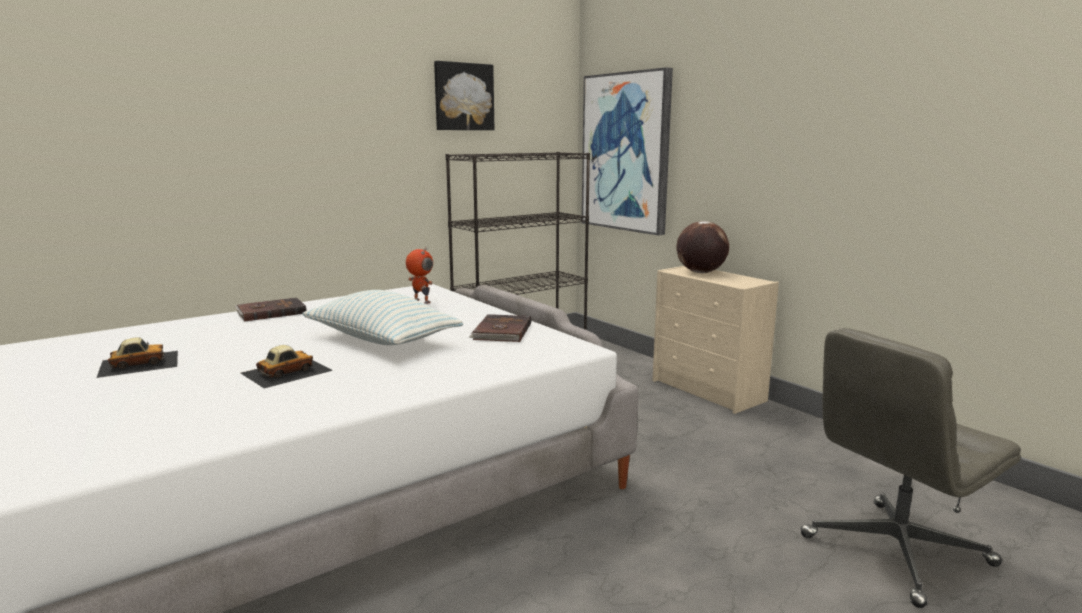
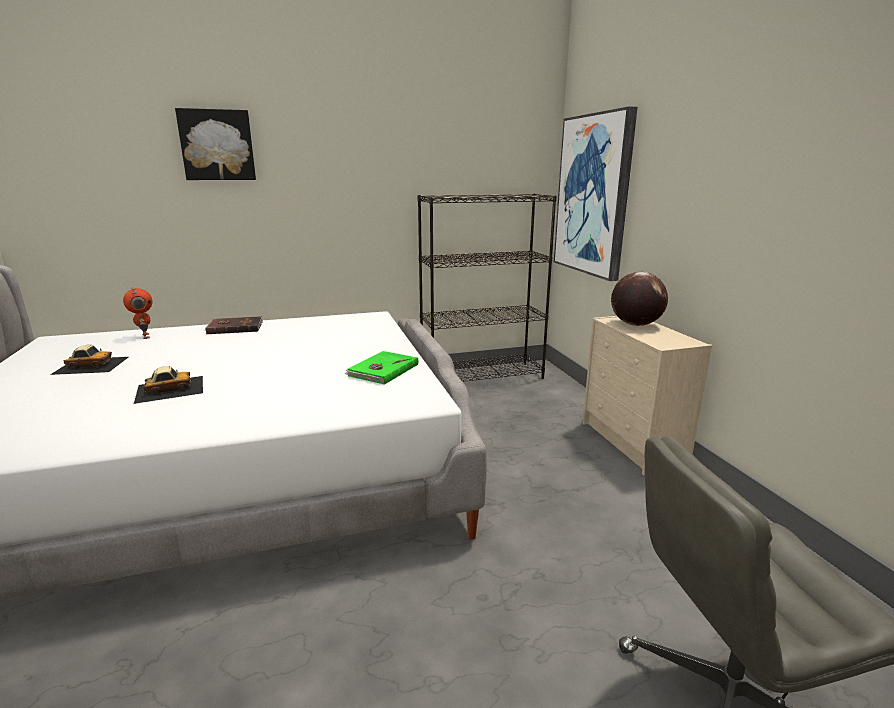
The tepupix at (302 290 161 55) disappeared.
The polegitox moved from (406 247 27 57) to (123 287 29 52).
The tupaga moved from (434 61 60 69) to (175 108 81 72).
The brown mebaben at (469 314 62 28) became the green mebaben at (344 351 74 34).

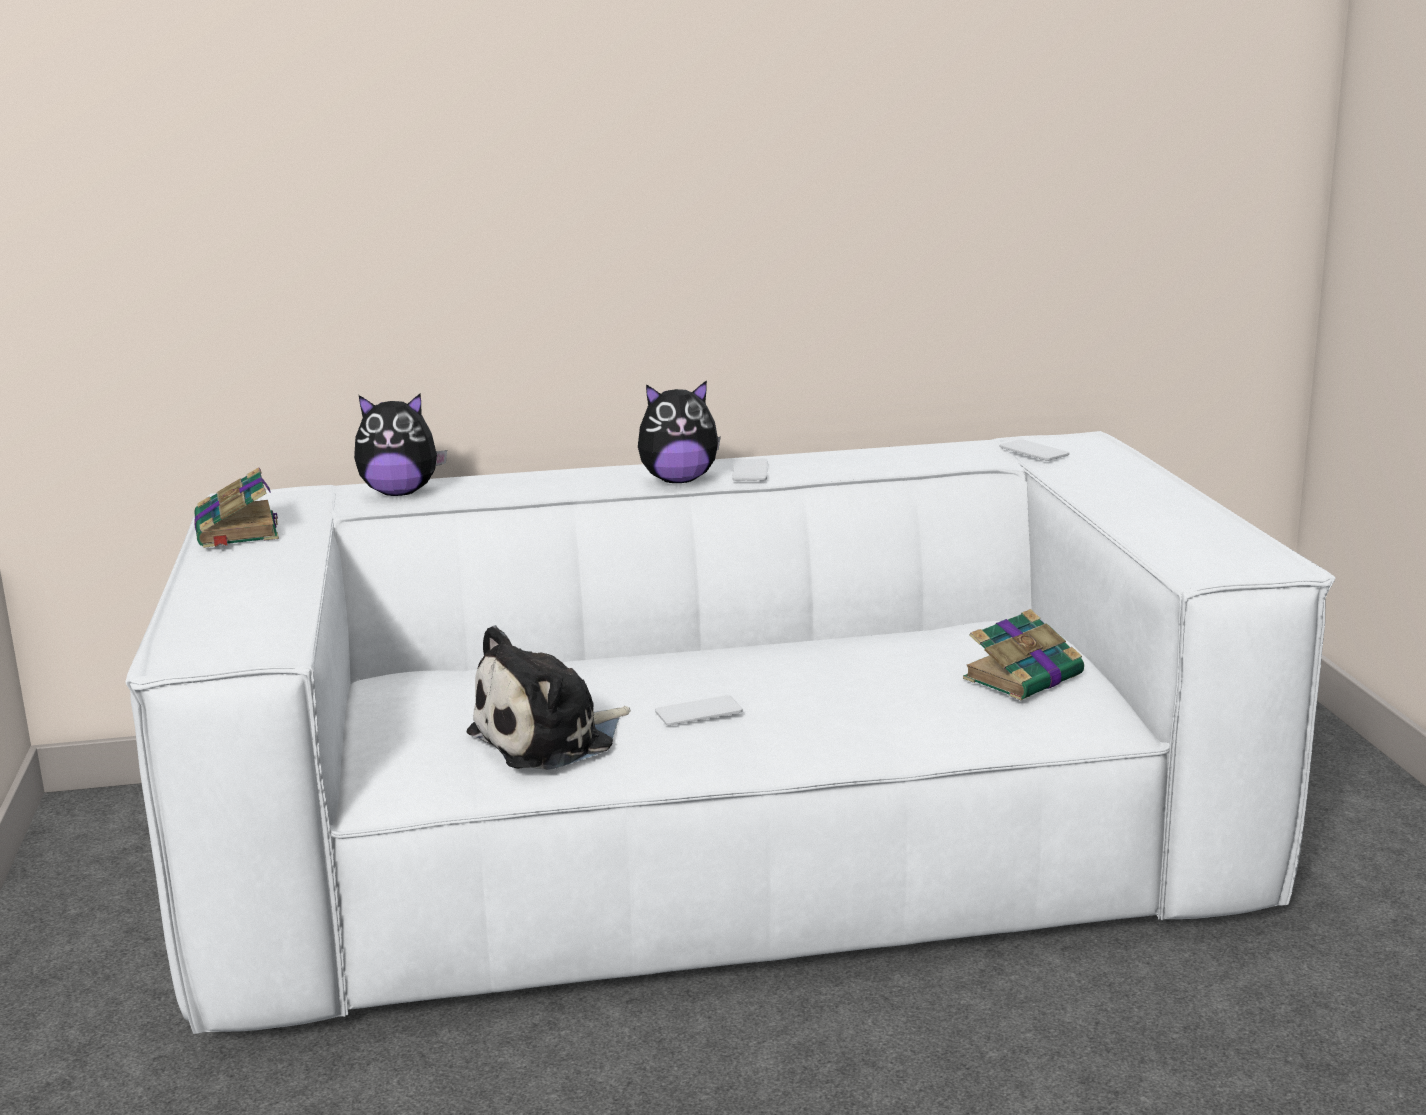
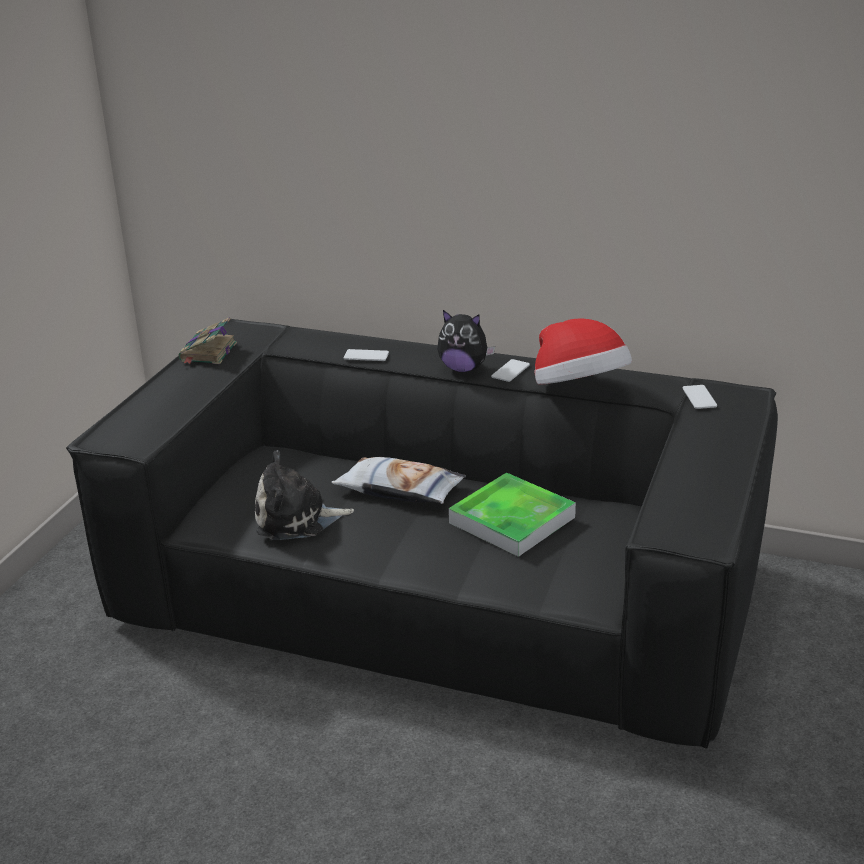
The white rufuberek at (125 431 1211 603) became the black rufuberek at (66 319 712 429).
The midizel at (354 394 93 102) disappeared.
The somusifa moved from (655 695 88 31) to (344 349 45 12).
The mebaben at (963 609 121 91) disappeared.
The tepupix at (331 457 135 47) appeared.
The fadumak at (449 472 127 85) appeared.
The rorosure at (534 319 98 66) appeared.

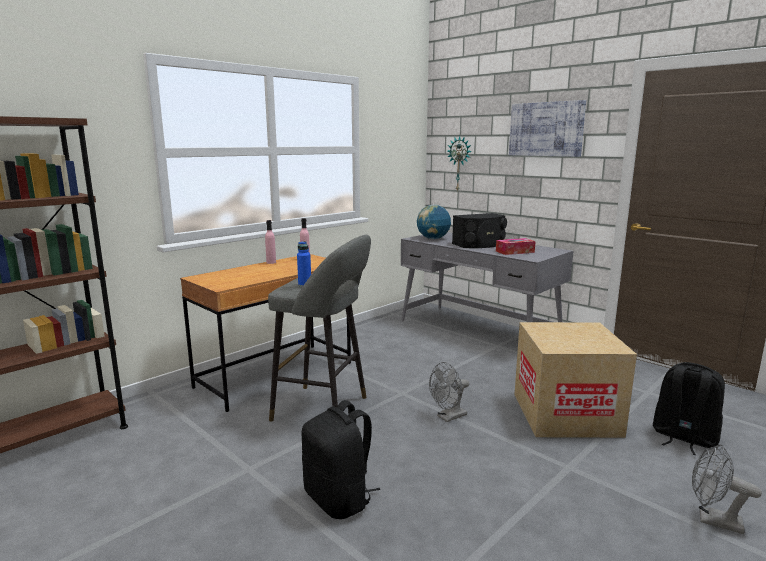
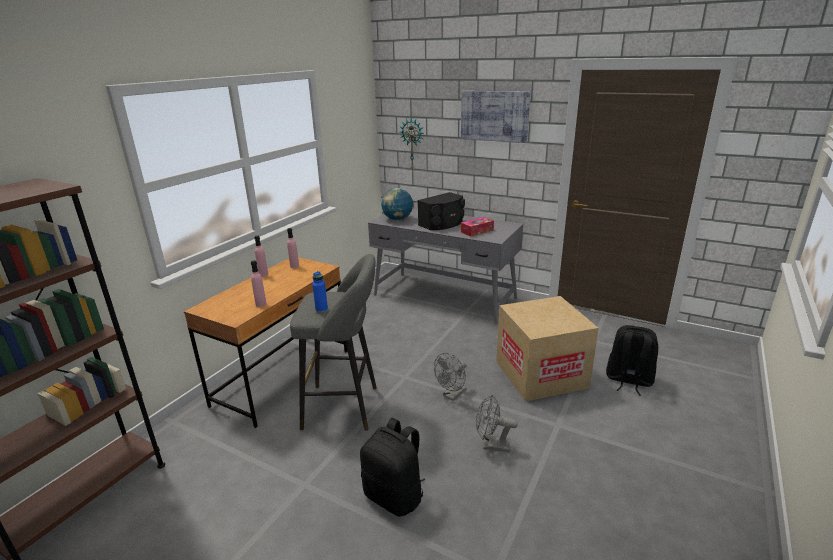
The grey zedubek moved from (692 444 70 90) to (476 395 42 57).
The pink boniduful at (251 260 15 47) appeared.

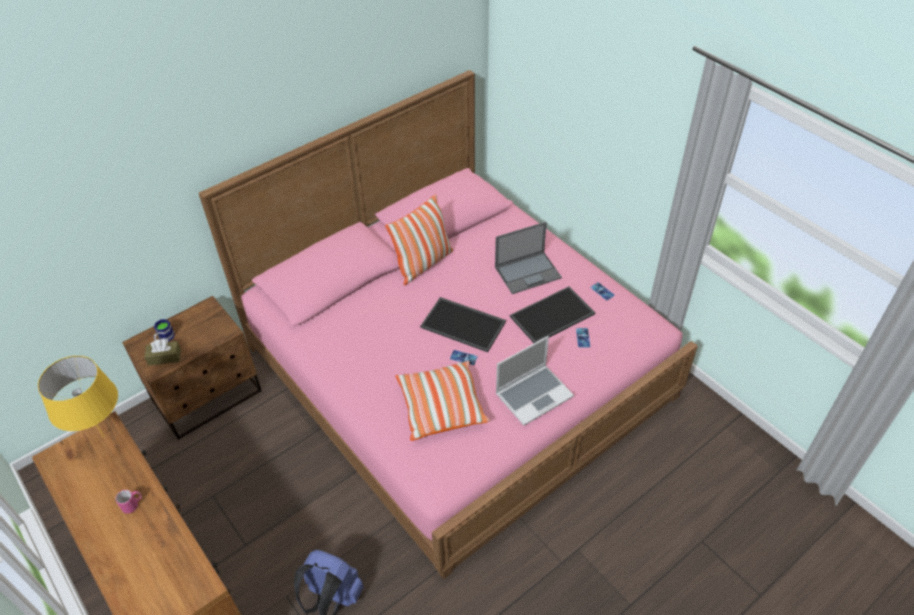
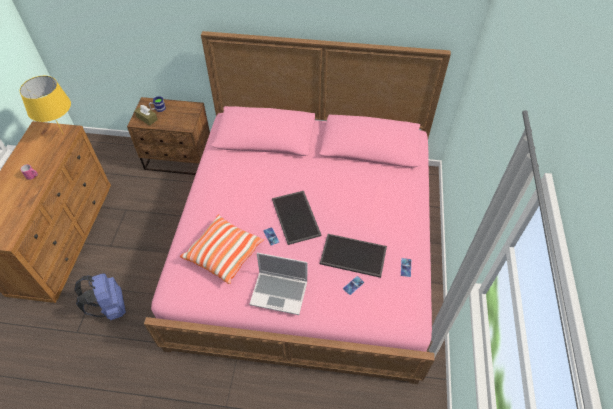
The tepupix at (385 194 69 91) disappeared.
The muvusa at (495 222 67 72) disappeared.

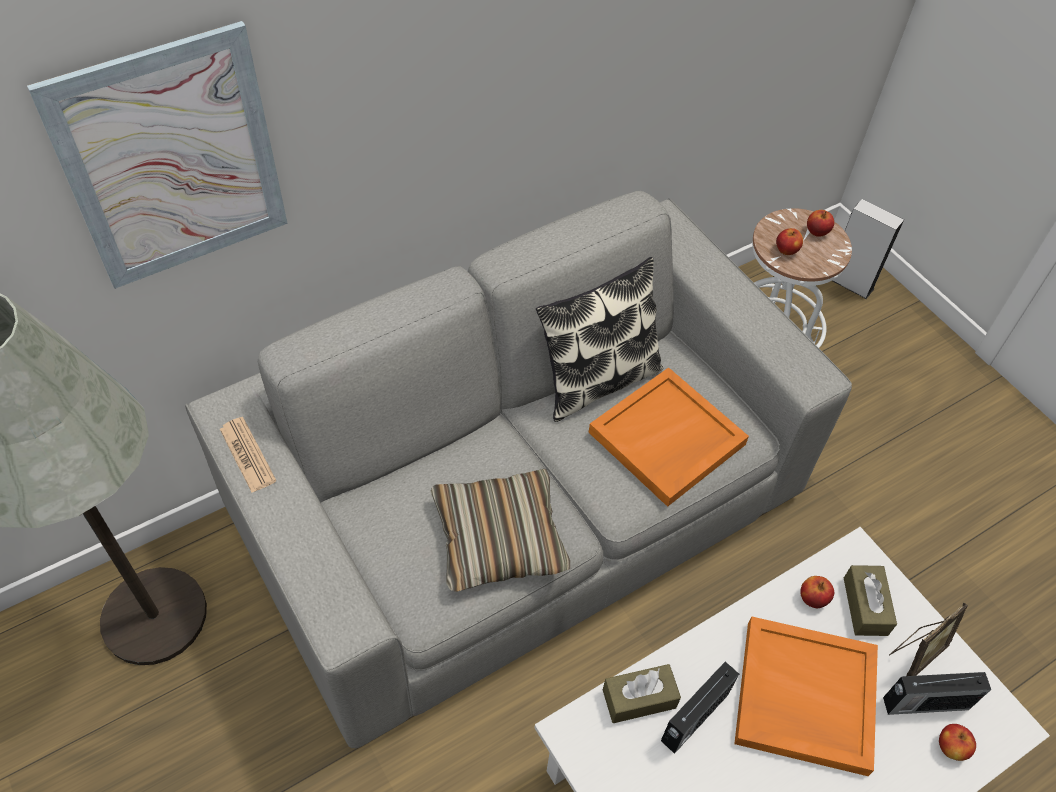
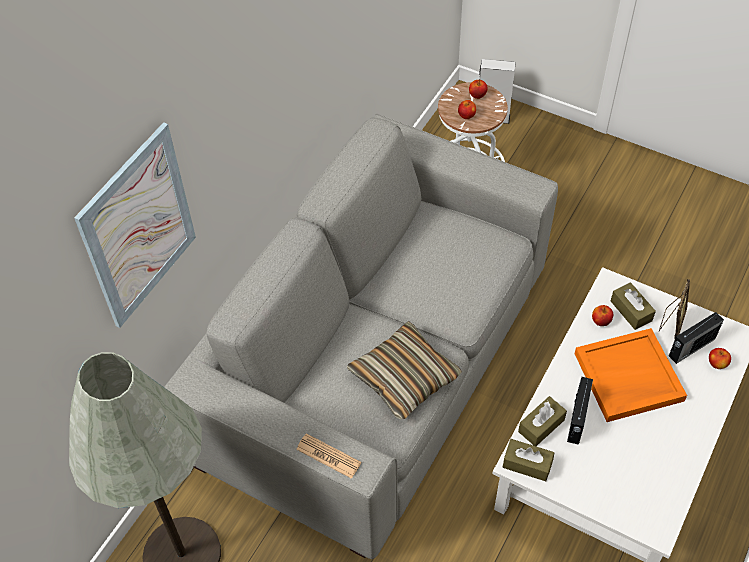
The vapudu moved from (220 417 57 76) to (296 433 65 46).
The tepupix at (536 257 127 165) disappeared.
The orange fadumak at (588 367 161 140) disappeared.
The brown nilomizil at (503 439 51 42) appeared.

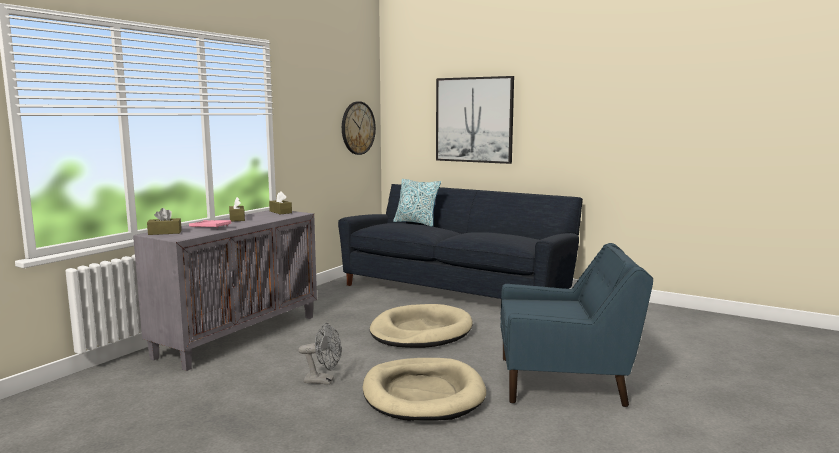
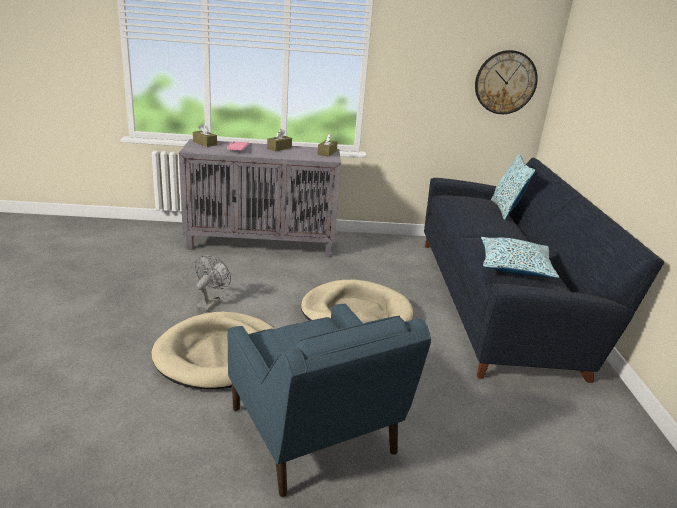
The grey zedubek at (298 323 43 62) turned 135 degrees counterclockwise.
The tupaga at (436 76 78 88) disappeared.
The tepupix at (481 237 78 41) appeared.

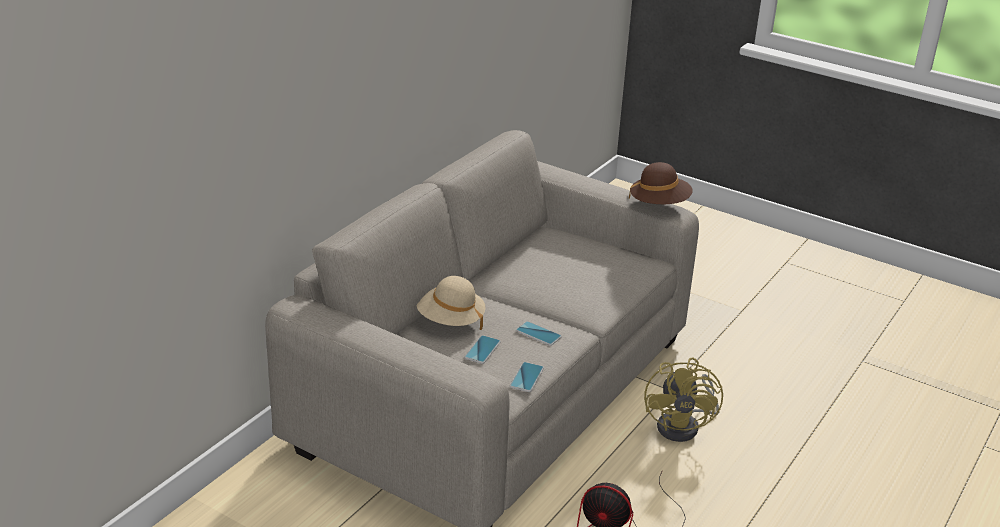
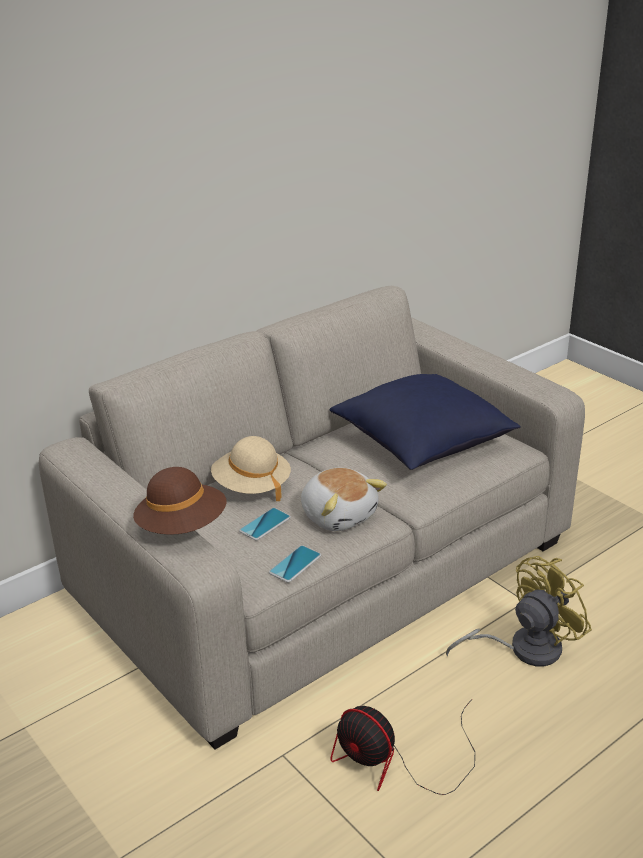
The somusifa at (516 321 46 25) was replaced by the midizel at (301 468 86 63).
The brown rorosure moved from (629 162 63 42) to (133 467 94 68).
The yellow zedubek at (644 358 79 84) turned 150 degrees counterclockwise.
The blue tepupix at (329 374 192 96) appeared.

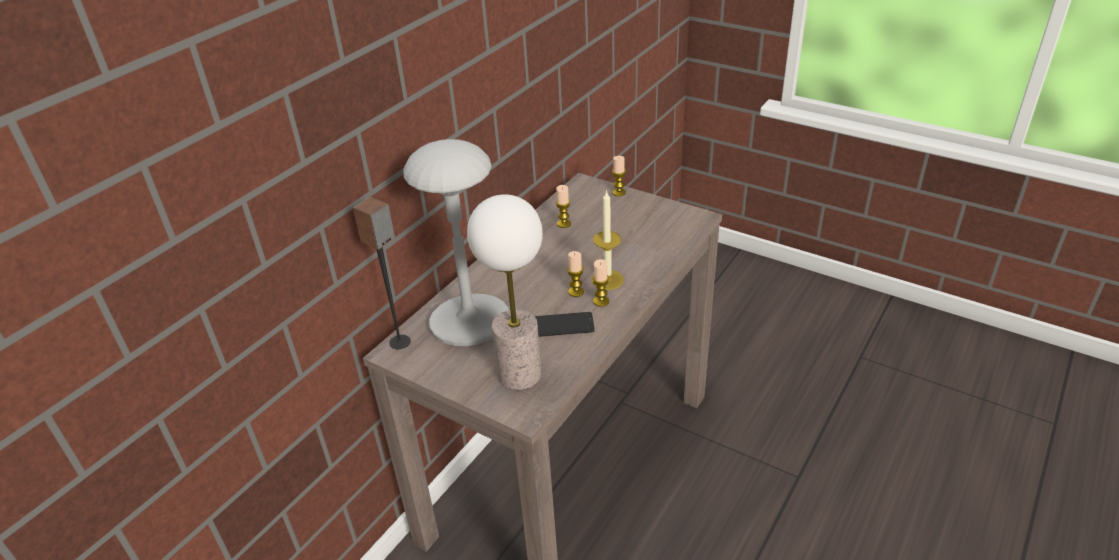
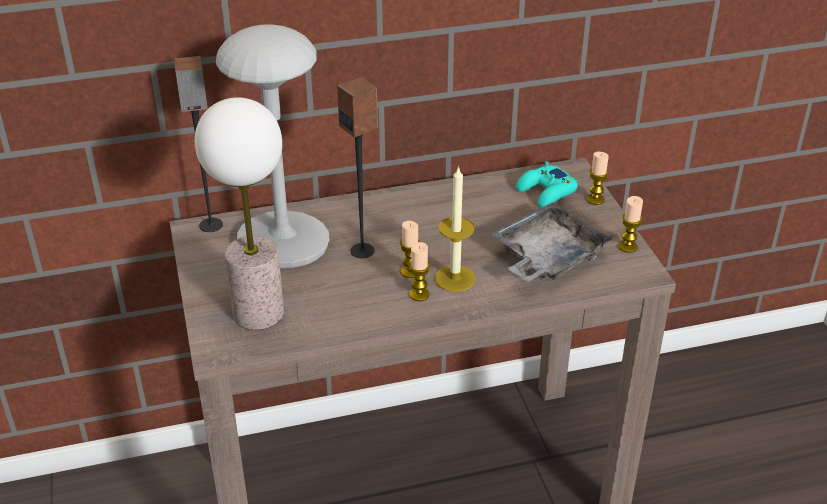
The somusifa at (535 312 60 25) disappeared.
The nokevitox moved from (556 185 15 43) to (618 196 25 57).
The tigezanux at (337 77 41 181) appeared.
The grey fadumak at (491 202 123 80) appeared.
The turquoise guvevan at (516 161 62 47) appeared.

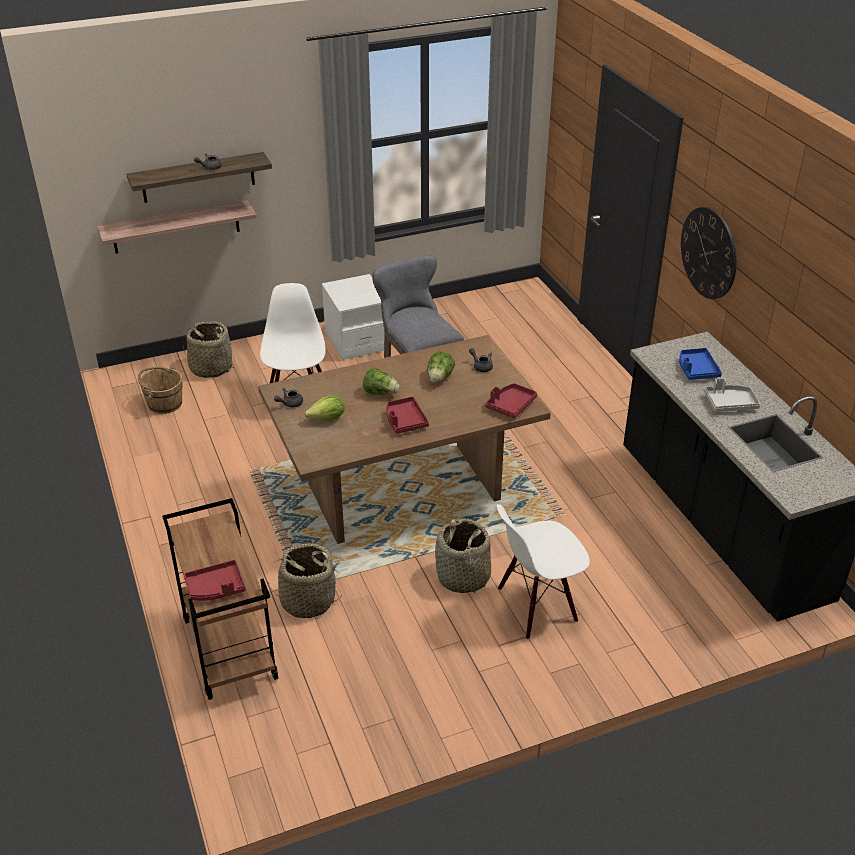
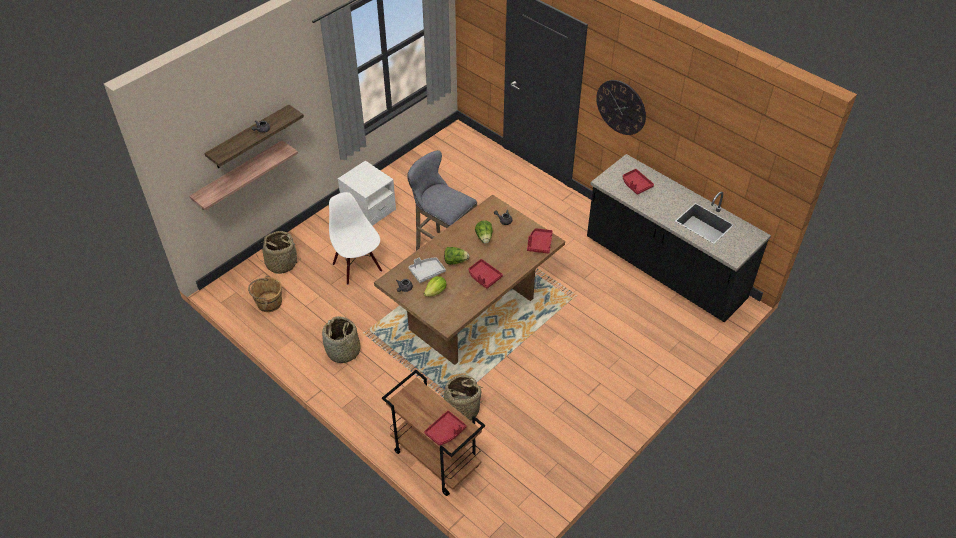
The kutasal moved from (435 518 56 76) to (322 316 39 47).
The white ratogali at (497 504 93 136) disappeared.
The blue fadumak at (679 348 43 32) became the red fadumak at (623 169 31 26).
The grey fadumak moved from (704 378 56 34) to (409 258 37 25).

